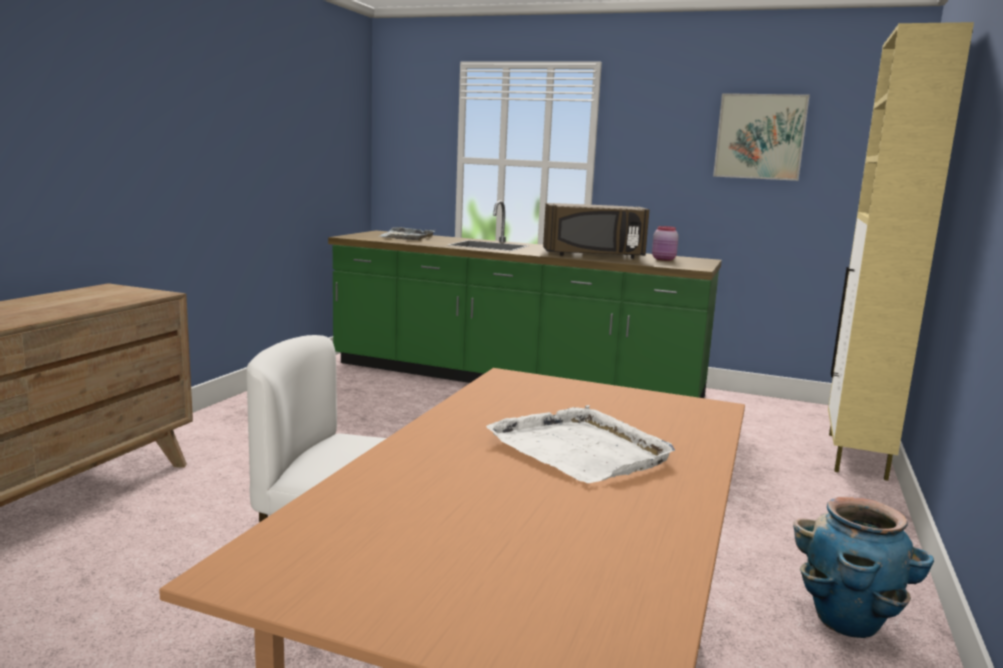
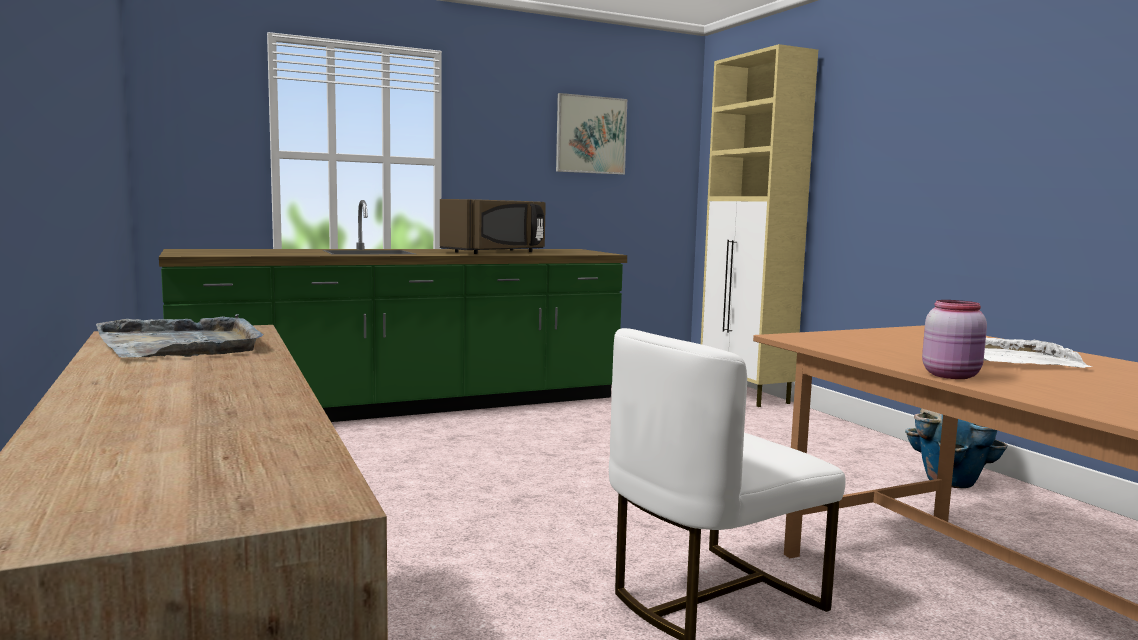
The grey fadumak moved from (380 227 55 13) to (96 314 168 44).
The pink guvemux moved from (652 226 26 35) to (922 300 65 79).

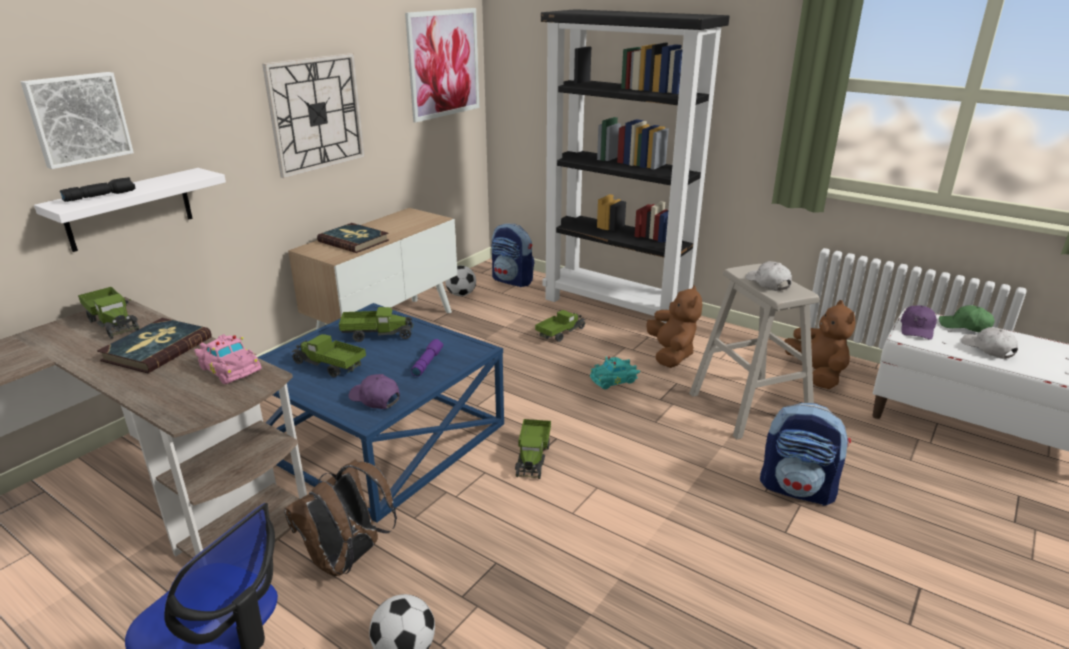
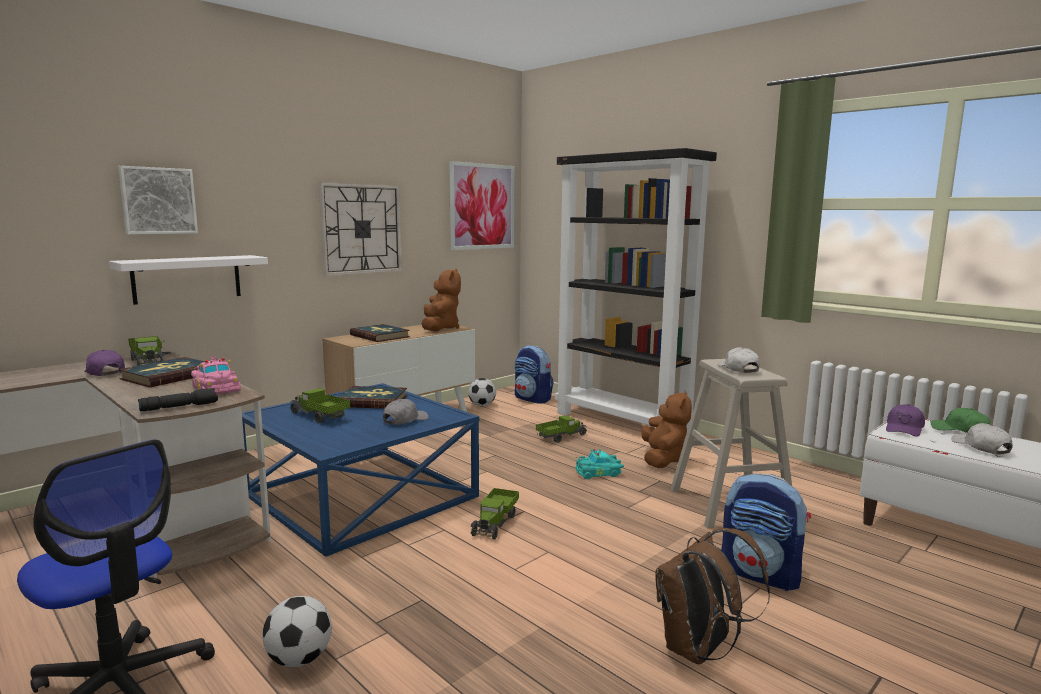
The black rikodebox moved from (60 177 75 25) to (138 388 80 23).
The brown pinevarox moved from (284 459 113 117) to (655 528 115 136).
The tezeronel at (339 307 74 35) was replaced by the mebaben at (339 386 68 23).
The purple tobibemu moved from (348 374 52 35) to (84 350 41 26).
The purple rikodebox at (411 339 32 37) was replaced by the grey tobibemu at (383 399 45 26).
The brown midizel moved from (784 300 71 89) to (422 268 39 64).

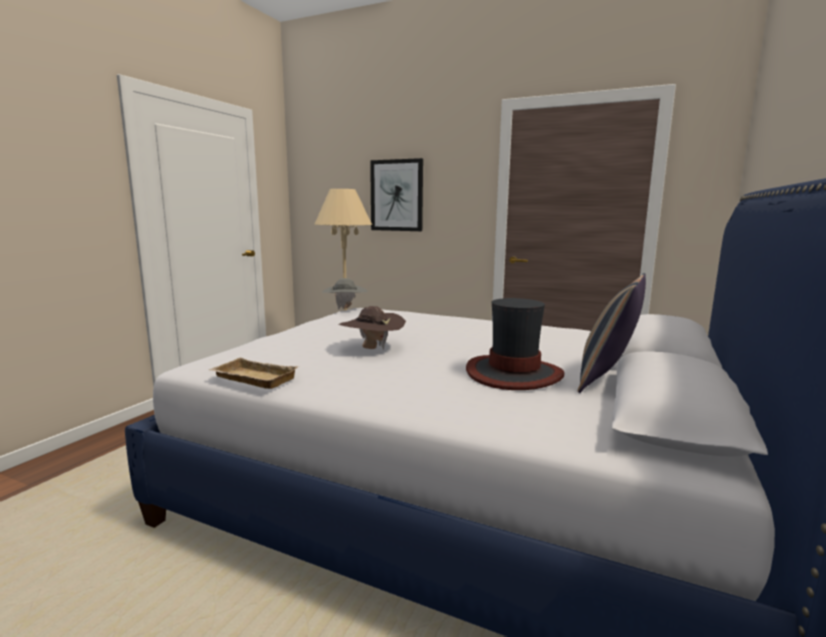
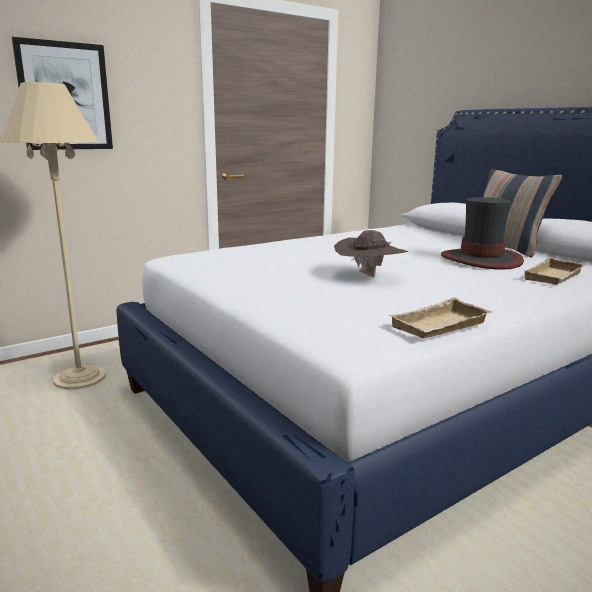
The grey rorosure at (323 278 45 32) disappeared.
The beige fadumak at (523 257 63 28) appeared.

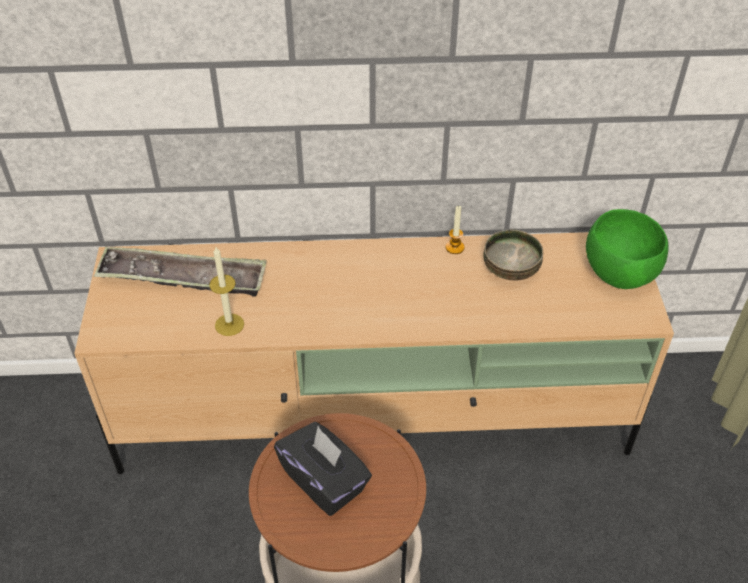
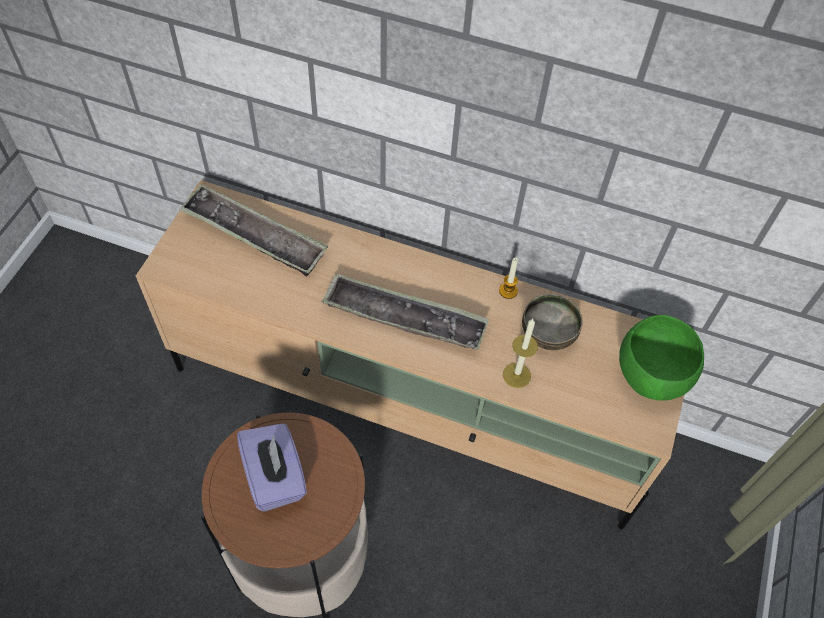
The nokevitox moved from (209 247 35 89) to (503 319 35 69).
The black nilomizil at (274 422 98 94) became the purple nilomizil at (237 423 70 89).
The fadumak at (322 274 167 76) appeared.

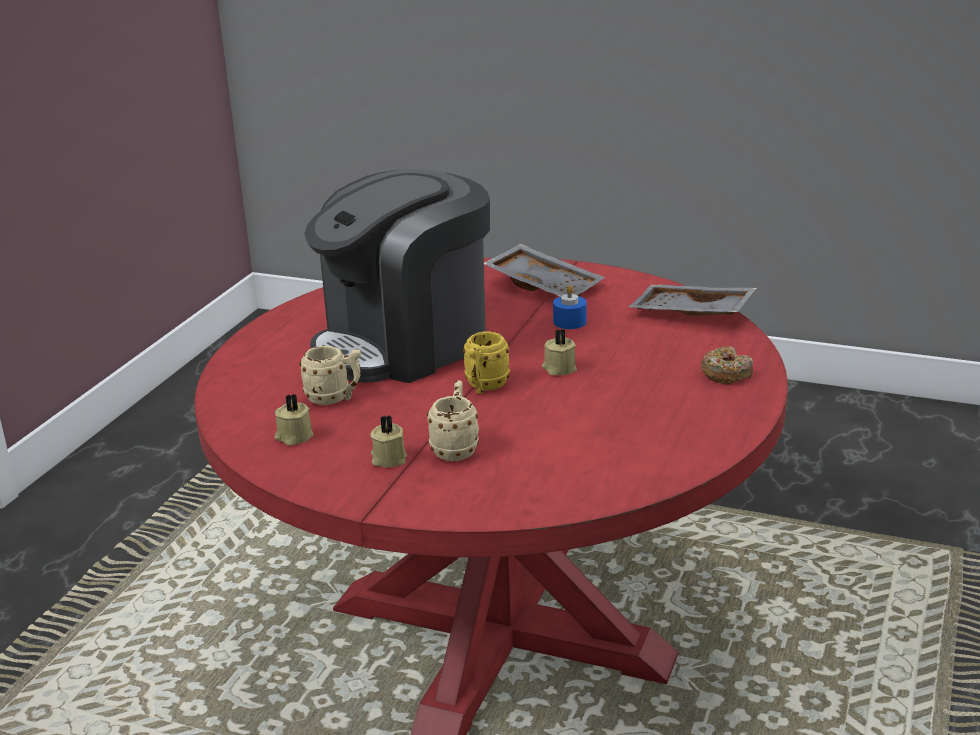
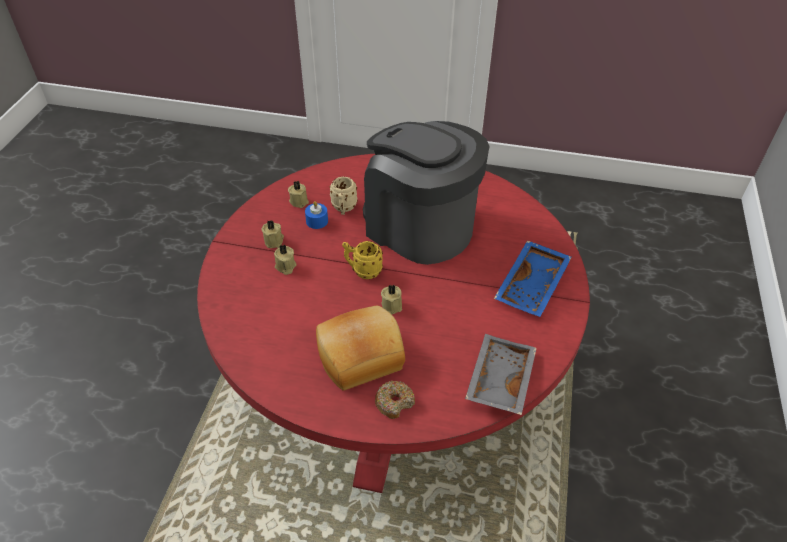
The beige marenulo at (427 380 52 81) was replaced by the beige nokevitox at (274 244 23 31).
The grey fadumak at (484 244 121 53) became the blue fadumak at (494 240 78 77).
The blue nokevitox moved from (553 285 34 44) to (305 201 23 28).
The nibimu at (316 306 89 85) appeared.

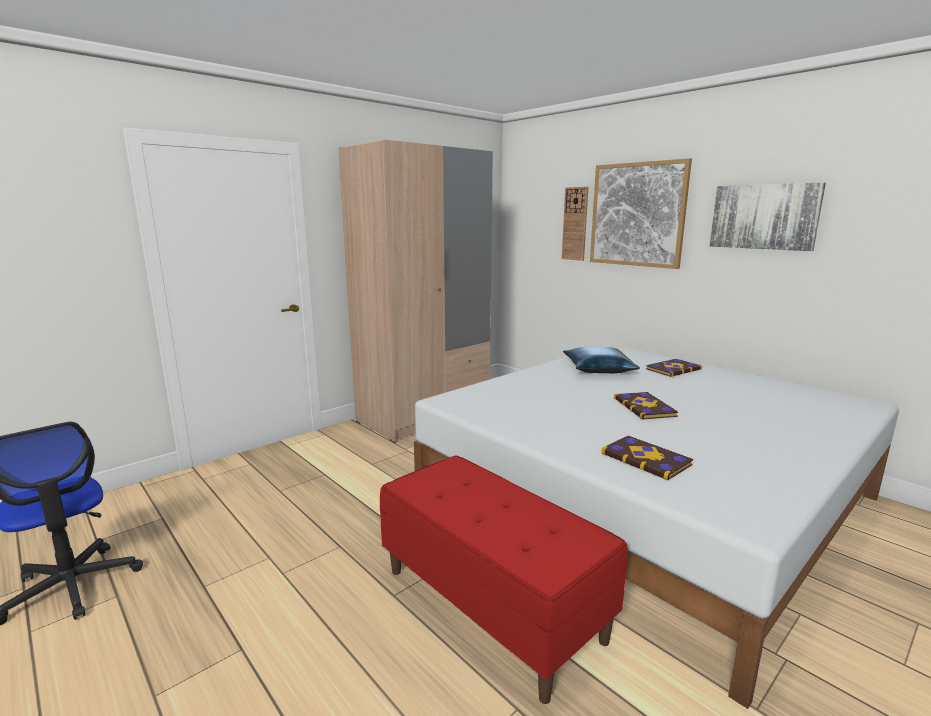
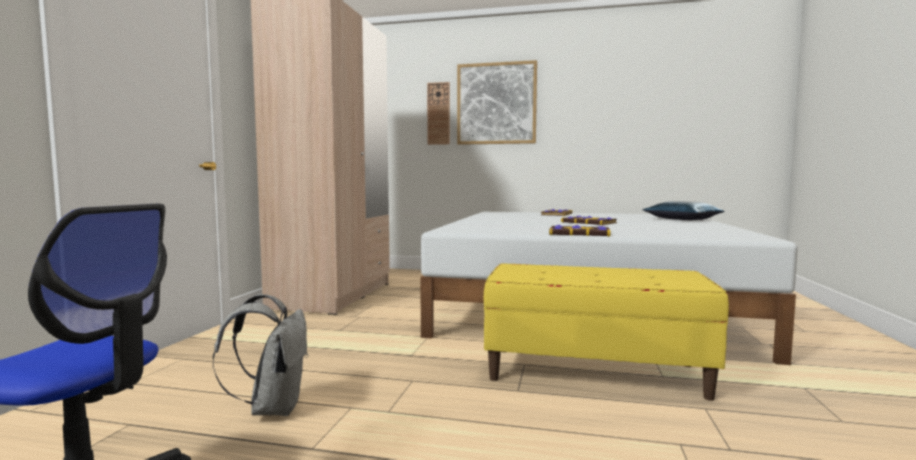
The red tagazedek at (380 455 248 249) became the yellow tagazedek at (484 264 245 137).
The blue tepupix moved from (563 347 77 26) to (642 201 82 19).
The mebaben moved from (601 436 92 44) to (549 225 62 11).
The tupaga at (710 182 116 69) disappeared.
The grey pinevarox at (213 294 95 122) appeared.

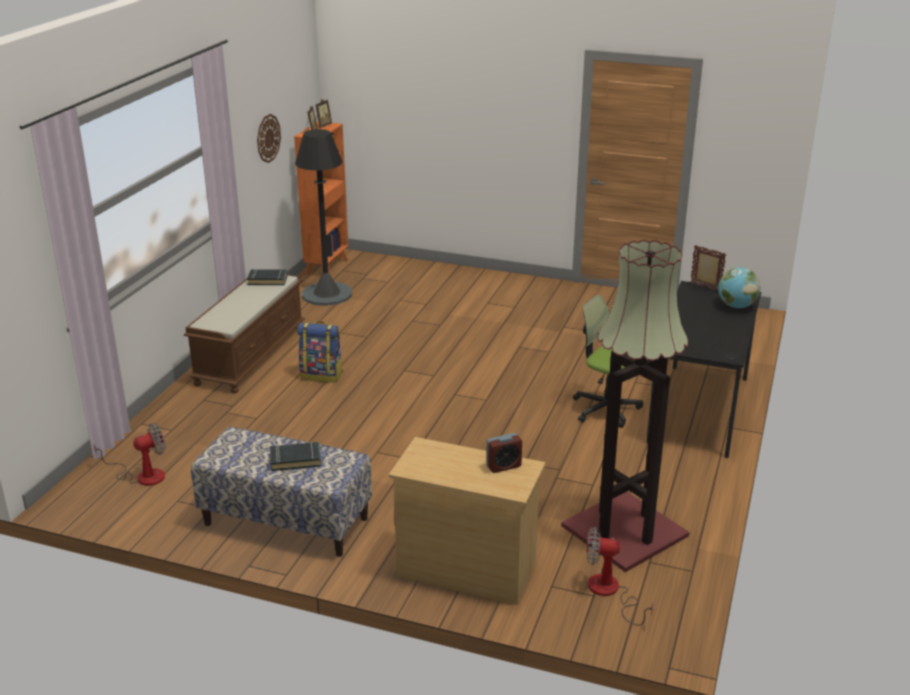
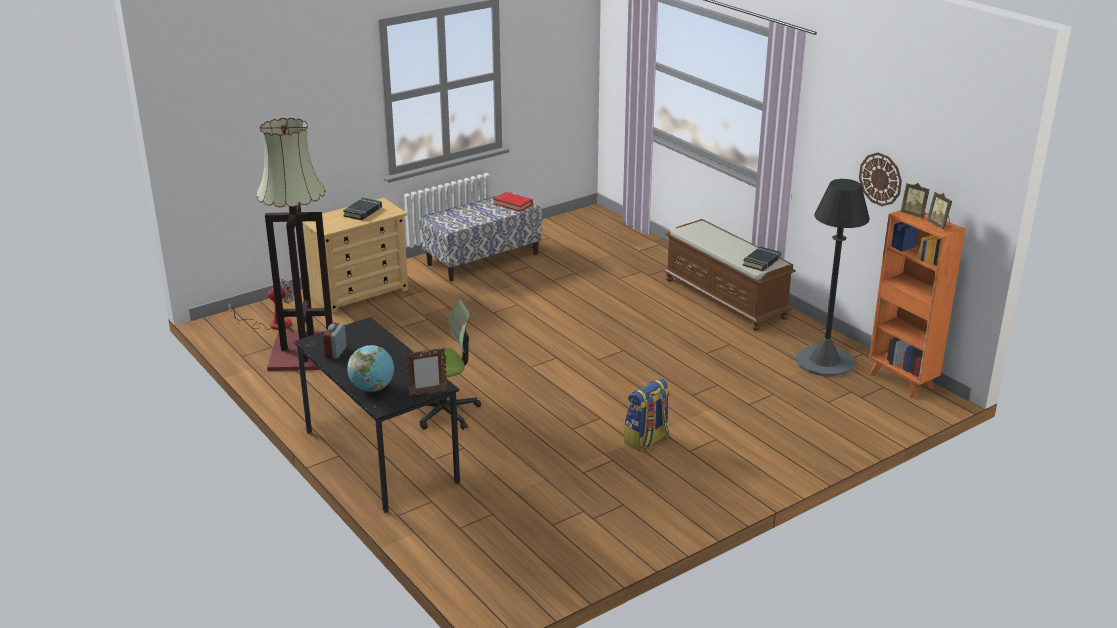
The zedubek at (93 423 72 63) disappeared.
The black mebaben moved from (270 442 51 29) to (343 198 39 22).
The pinevarox moved from (297 321 46 62) to (624 378 46 74).
The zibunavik moved from (486 433 36 40) to (323 323 24 36).
The red mebaben at (494 192 39 20) appeared.

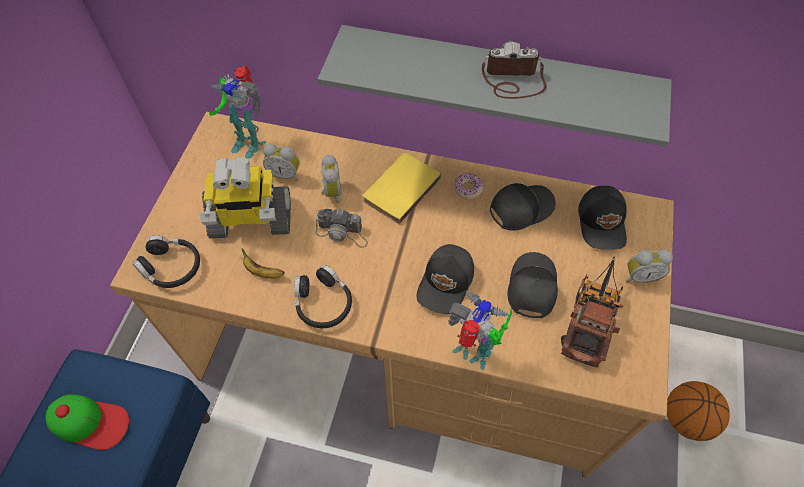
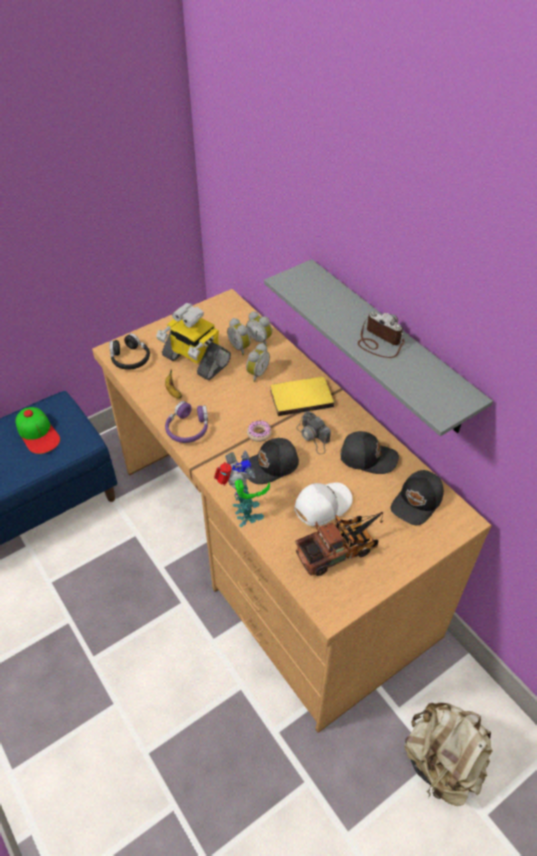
The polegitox at (209 65 57 94) disappeared.
The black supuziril at (294 265 58 63) became the purple supuziril at (165 401 43 42).
The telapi moved from (316 209 52 39) to (296 411 35 44).
The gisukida moved from (454 173 29 26) to (247 421 25 21).
The black tobibemu at (507 252 51 66) became the white tobibemu at (295 482 58 44).
The zibunavik moved from (626 249 47 34) to (246 311 26 35).
The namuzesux at (667 381 63 60) was replaced by the beige pinevarox at (404 703 89 103).

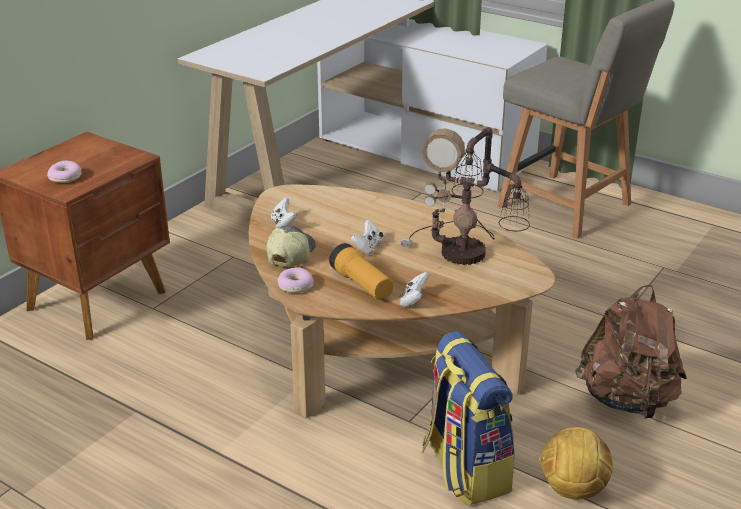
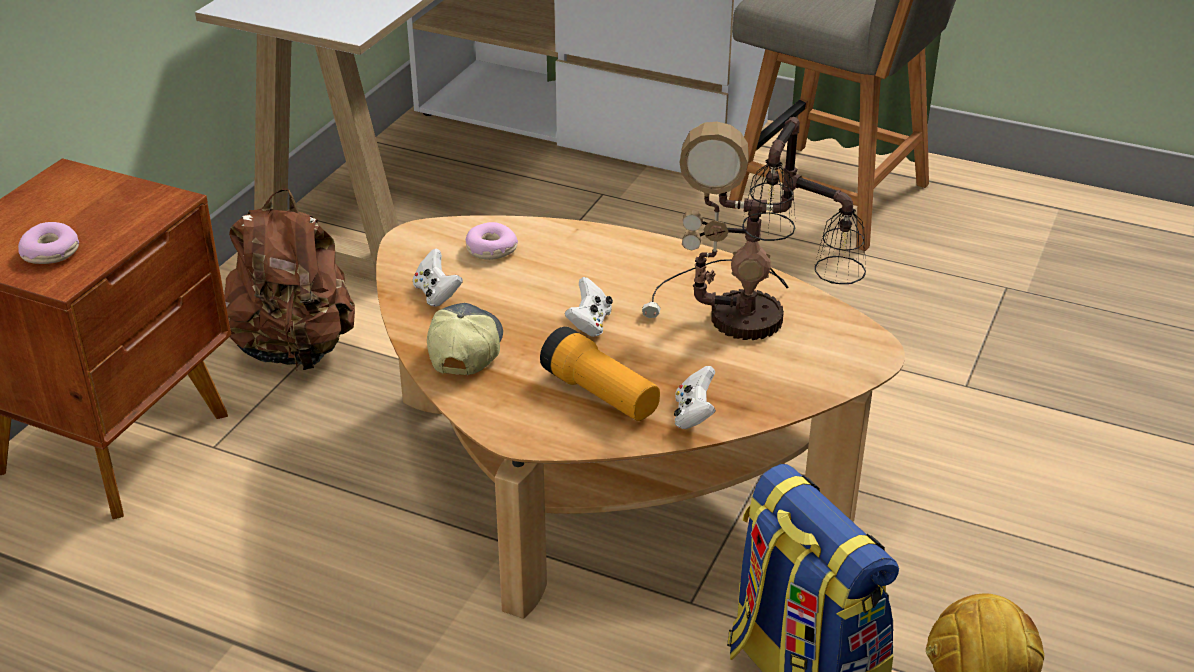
The gisukida moved from (278 267 36 26) to (466 222 52 38).
The brown pinevarox moved from (575 285 112 134) to (224 188 131 183).

